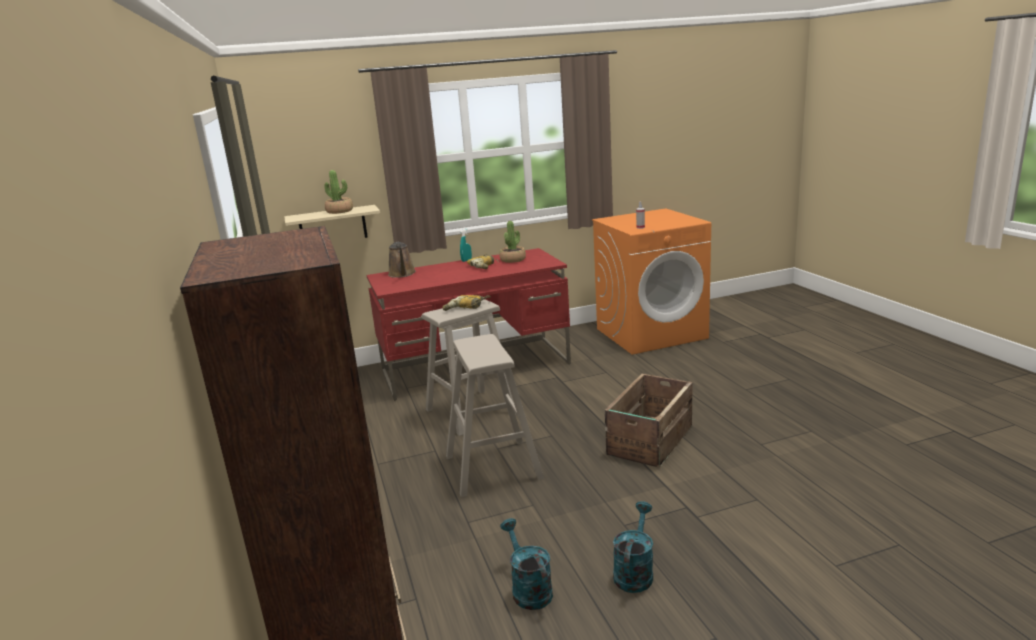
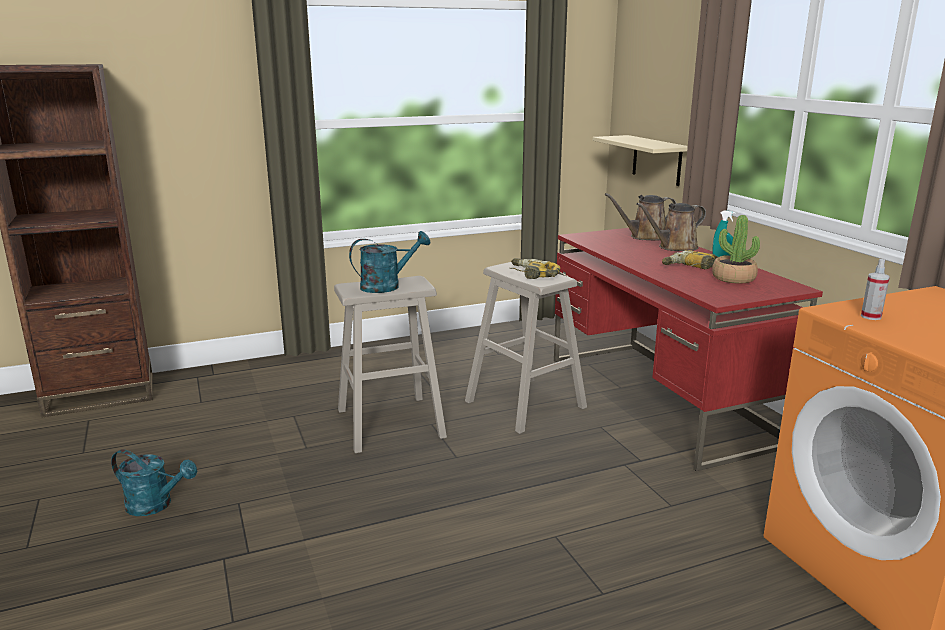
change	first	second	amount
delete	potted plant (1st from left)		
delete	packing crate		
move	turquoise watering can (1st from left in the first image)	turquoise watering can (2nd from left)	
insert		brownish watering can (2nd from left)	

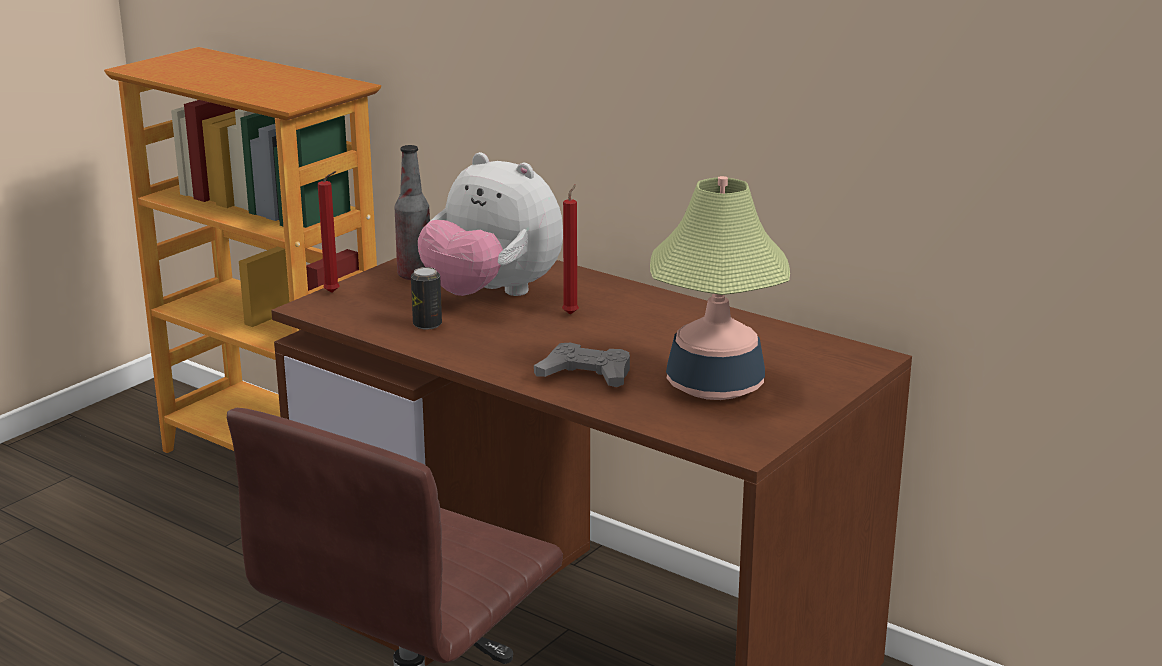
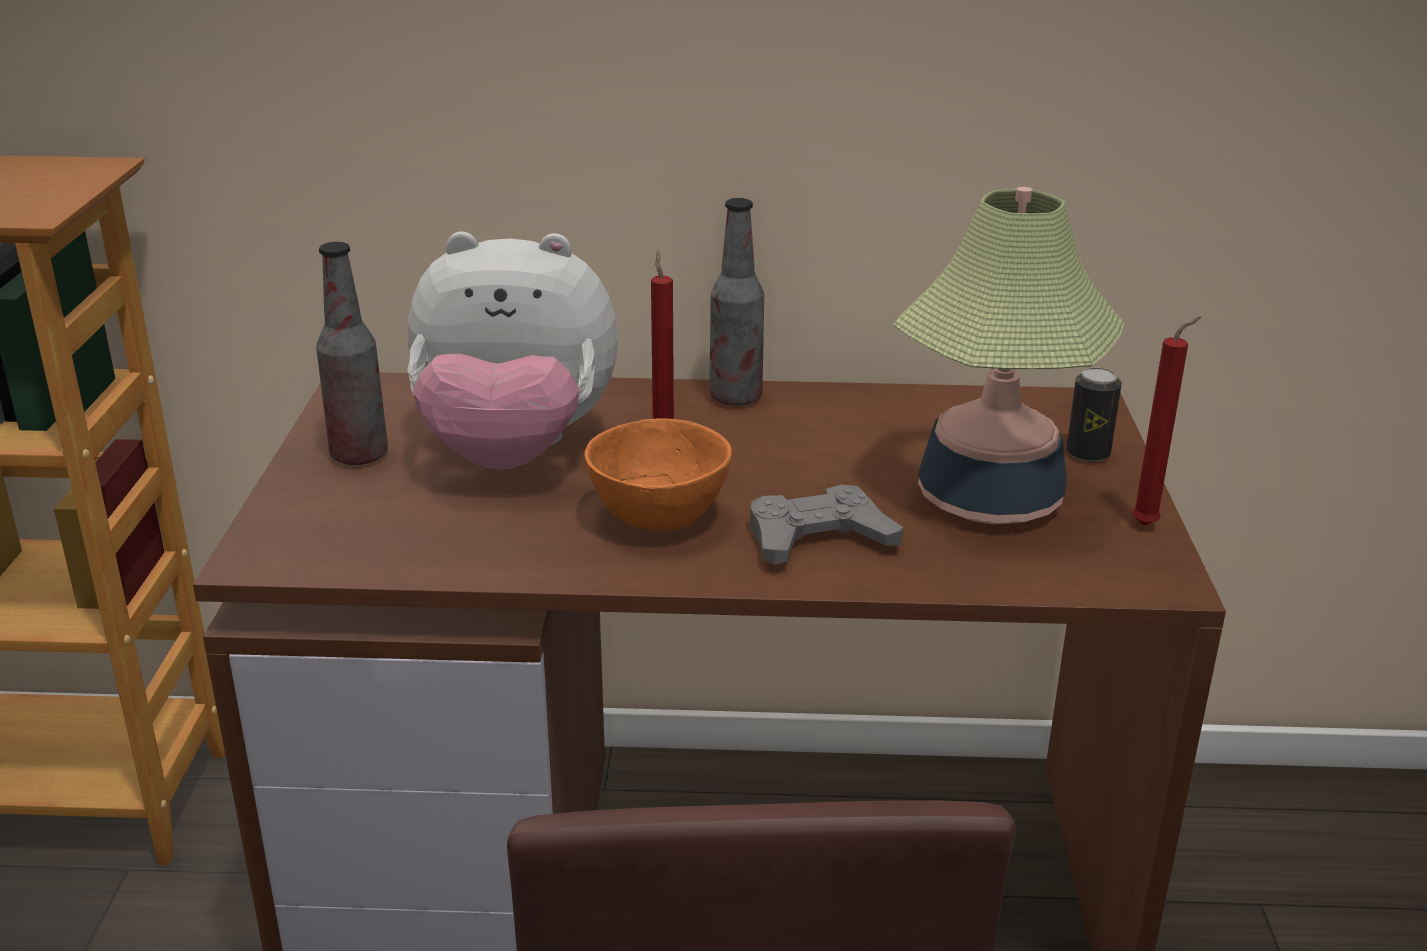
change	first	second	amount
move	red-coloured wax light (1st from left in the first image)	red-coloured wax light (2nd from left)	
move	metal can		
insert		drink bottle (2nd from left)	
insert		orange-coloured deep dish	

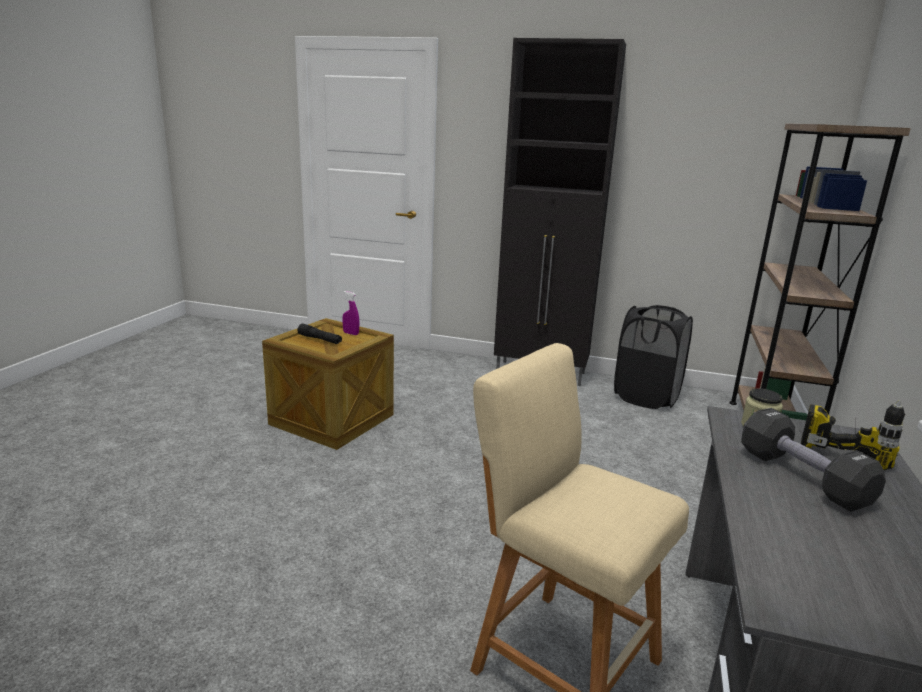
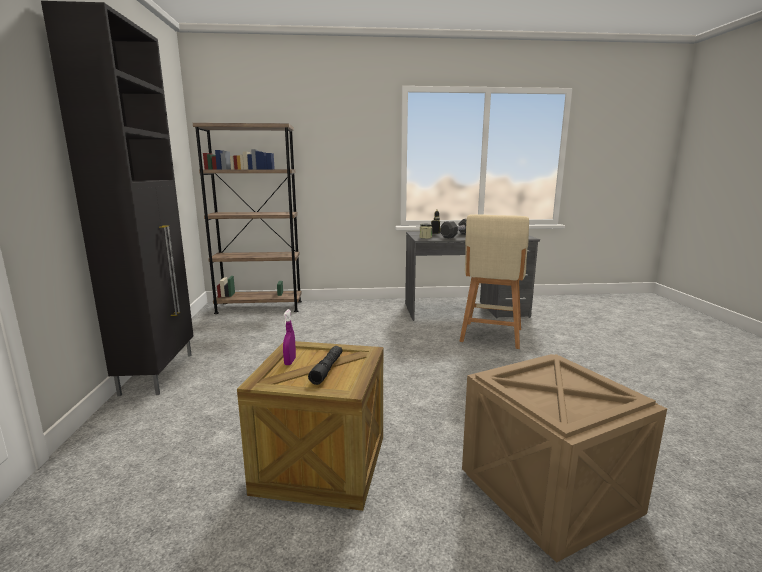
change	first	second	amount
delete	black laundry basket		
insert		packing crate (2nd from left)	

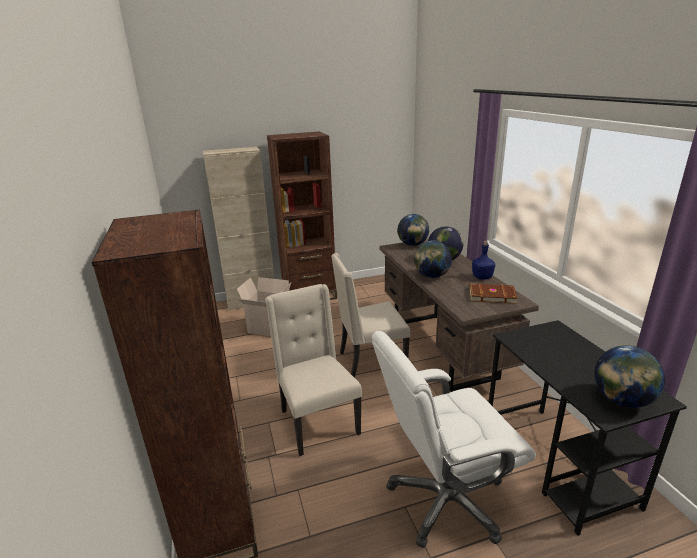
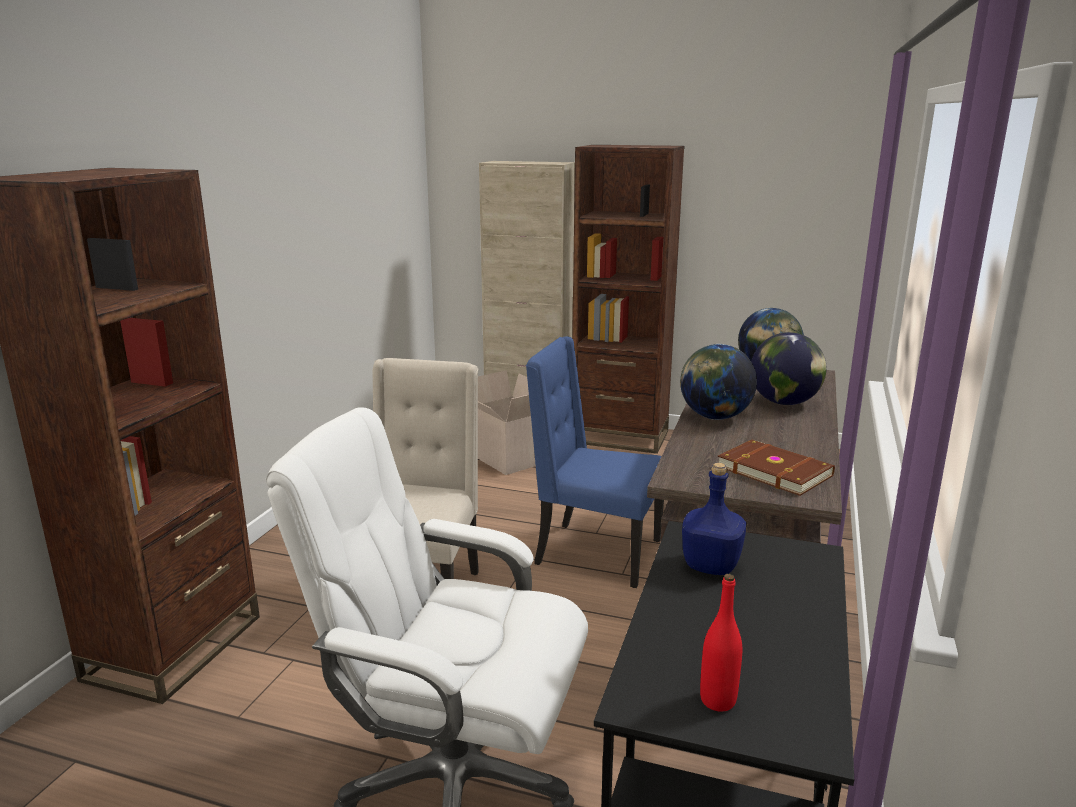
change	first	second	amount
move	blue-coloured drink bottle		
recolor	beige chair (2nd from left)	blue-coloured chair	
replace	globe (4th from left)	red-coloured drink bottle	

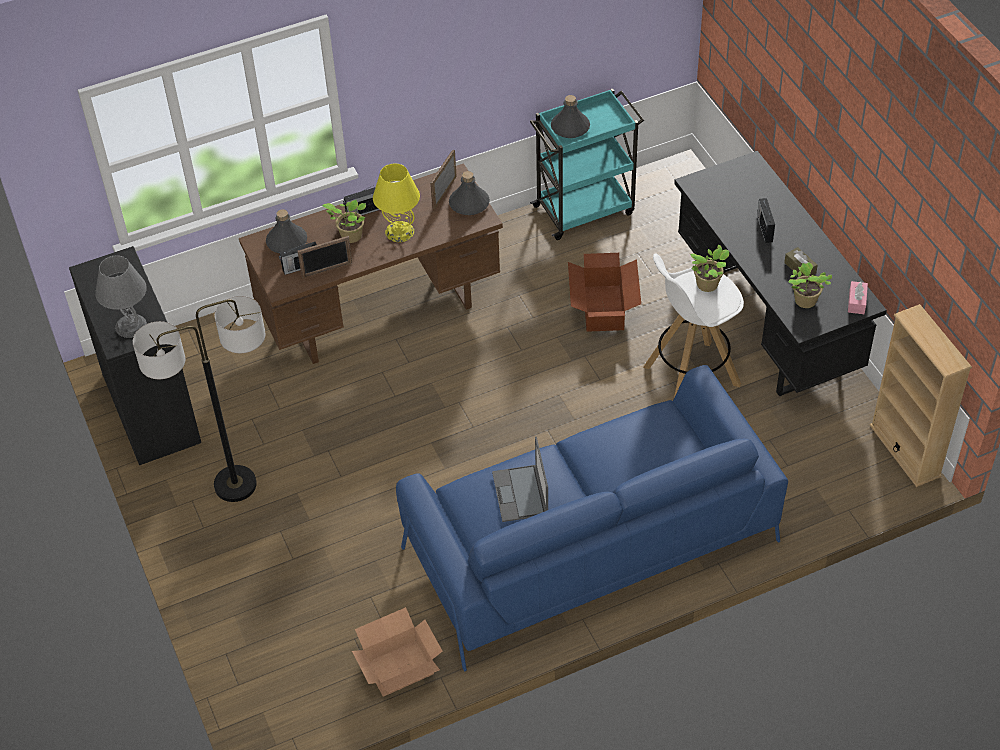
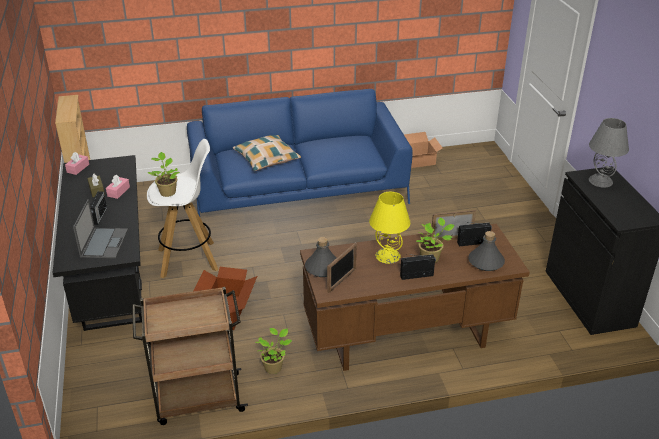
change	first	second	amount
recolor	turquoise cart	brownish cart	
delete	grey drink bottle (3rd from left)		
move	potted plant (3rd from left in the first image)	potted plant (2nd from left)	
delete	standing lamp		
move	notebook computer		
insert		throw pillow	
insert		pinkish tissue holder (2nd from left)	

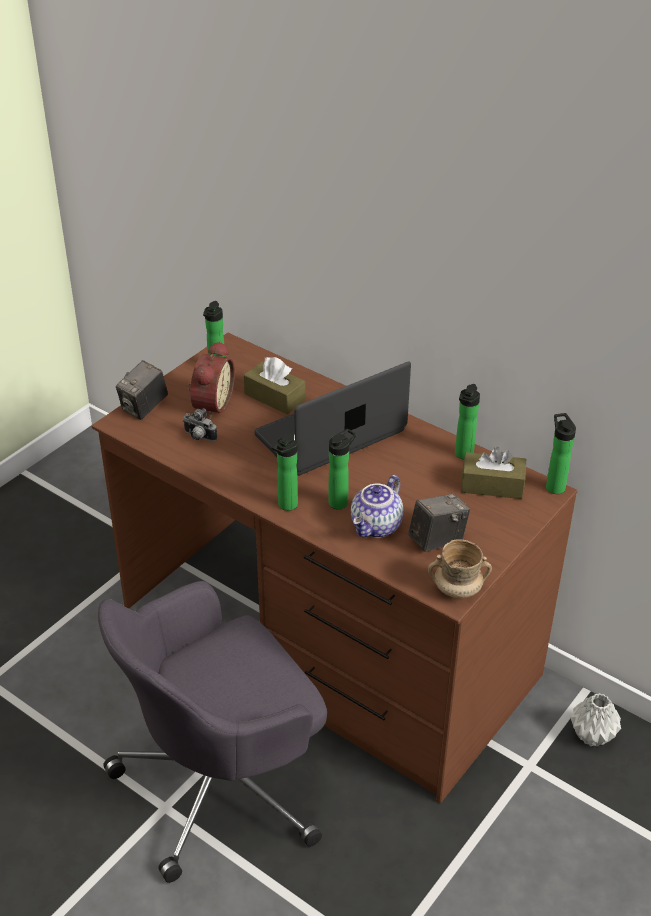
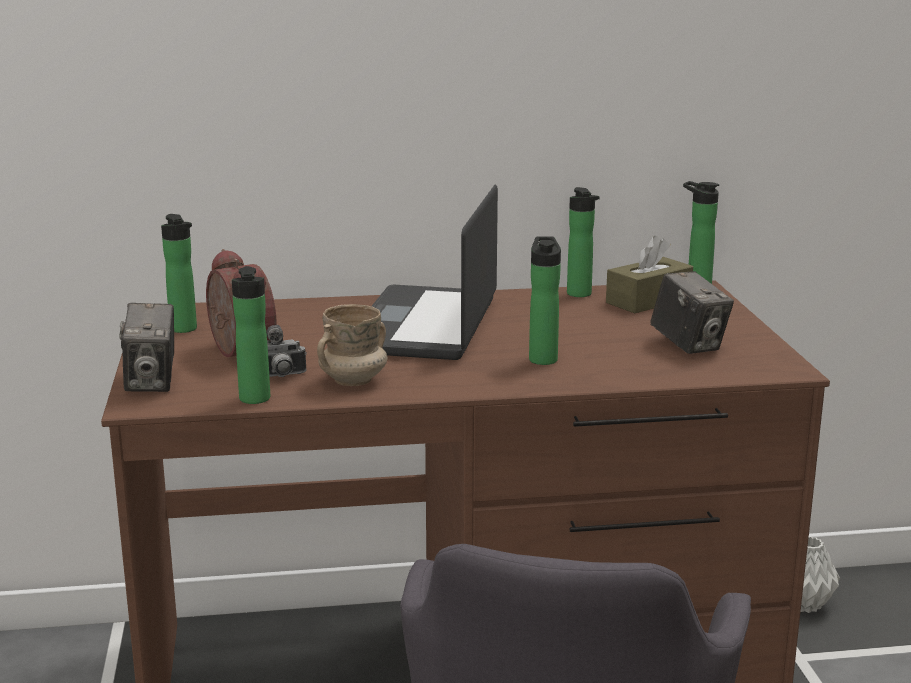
change	first	second	amount
delete	brownish tissue holder (1st from left)		
move	drink bottle (2nd from left)		
delete	tea pot		
rotate	photo camera (3rd from left)		135 degrees clockwise
move	beige coffee mug		

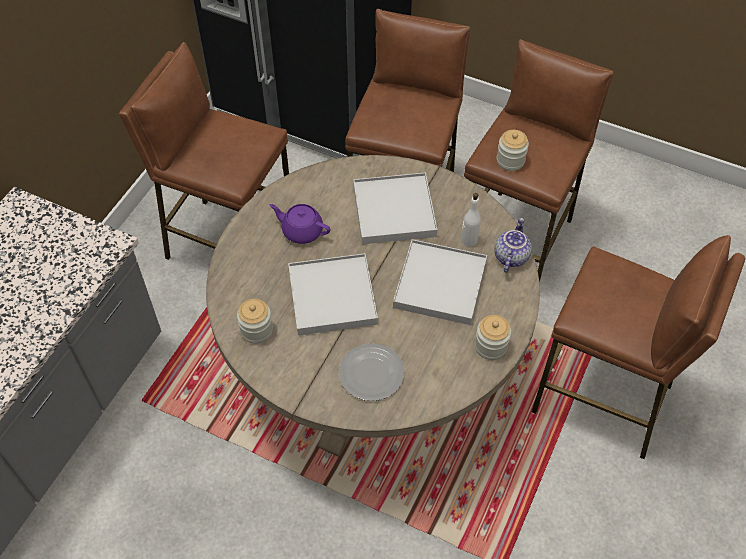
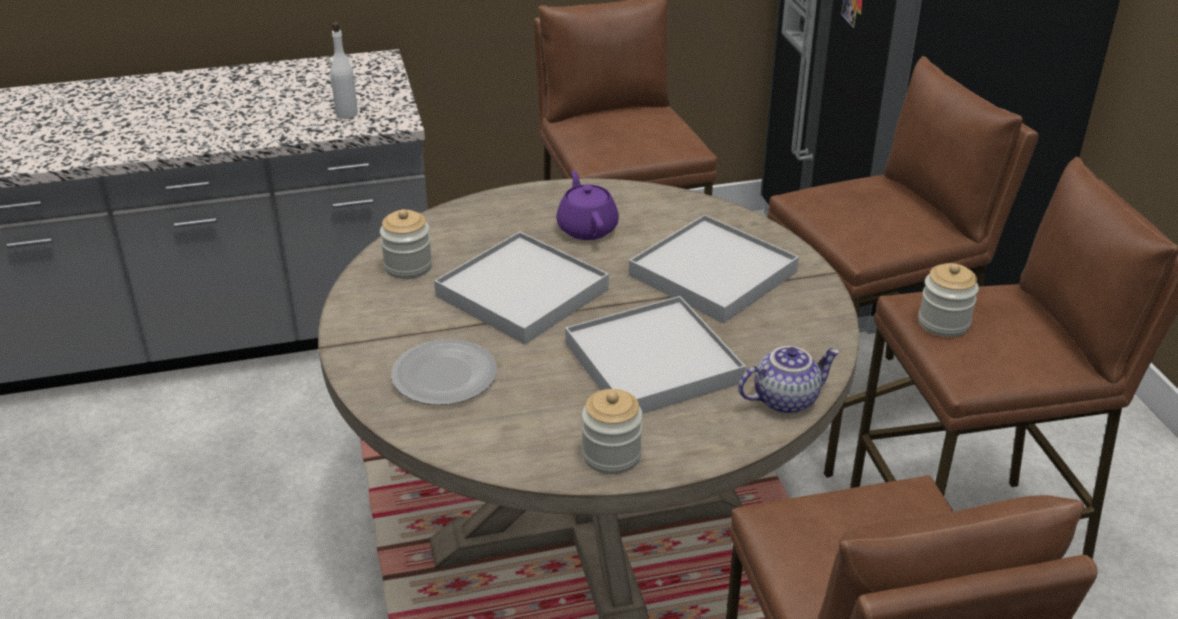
change	first	second	amount
move	whitish drink bottle		

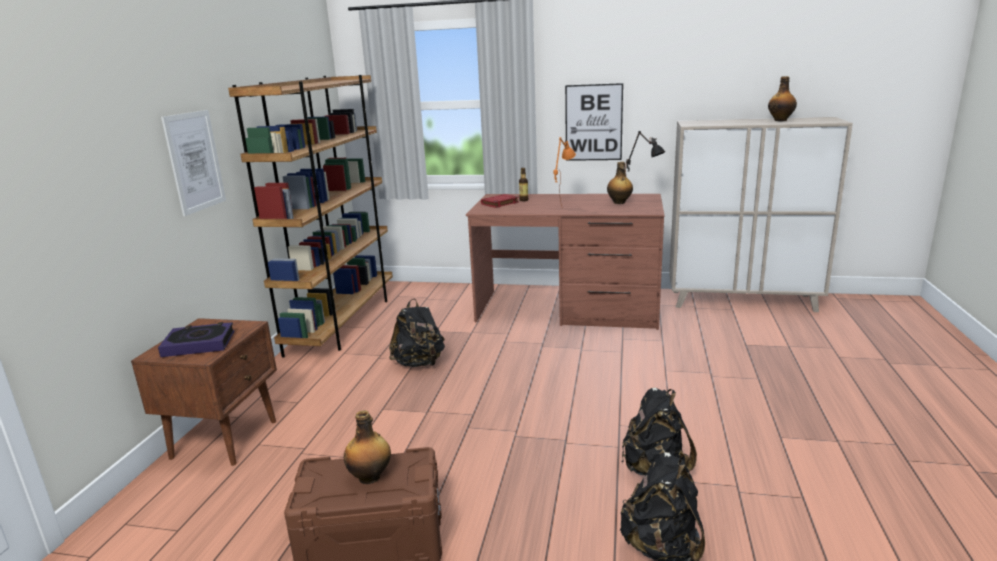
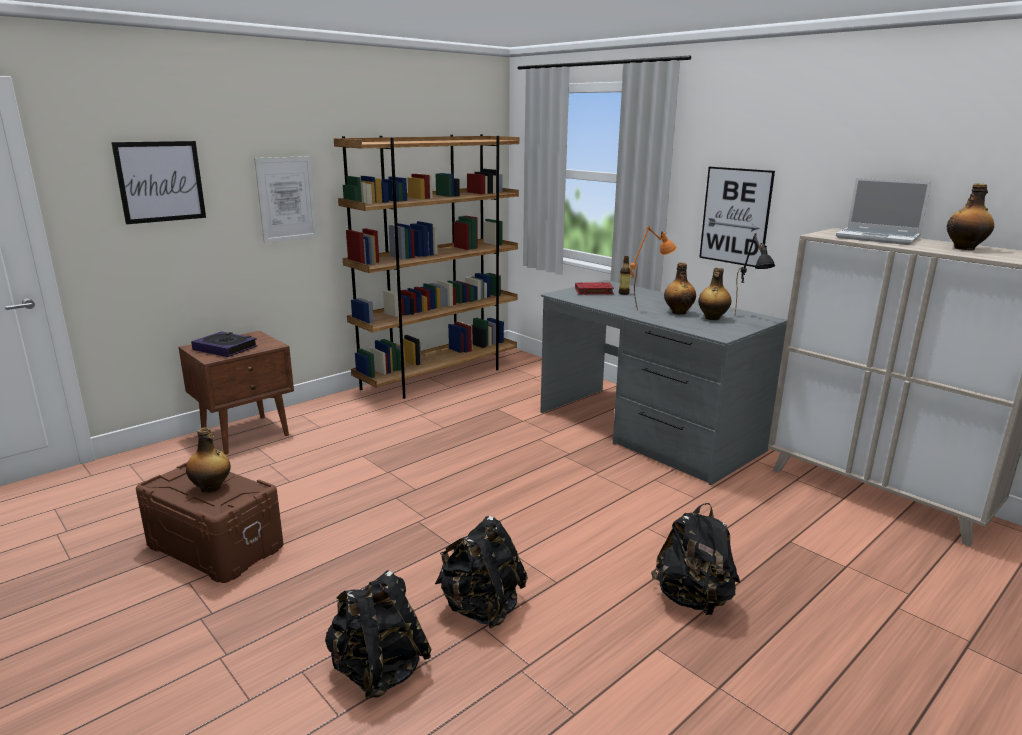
change	first	second	amount
recolor	brownish desk table	grey desk table	
move	black knapsack (1st from left in the first image)	black knapsack (3rd from left)	
insert		wall art (1st from left)	
insert		notebook computer	
insert		drink bottle (3rd from left)	

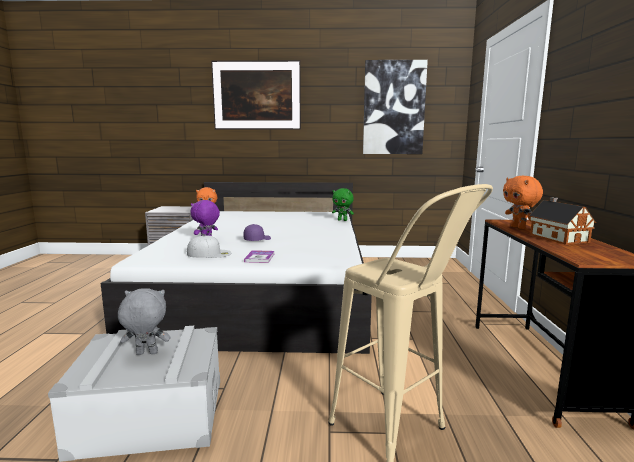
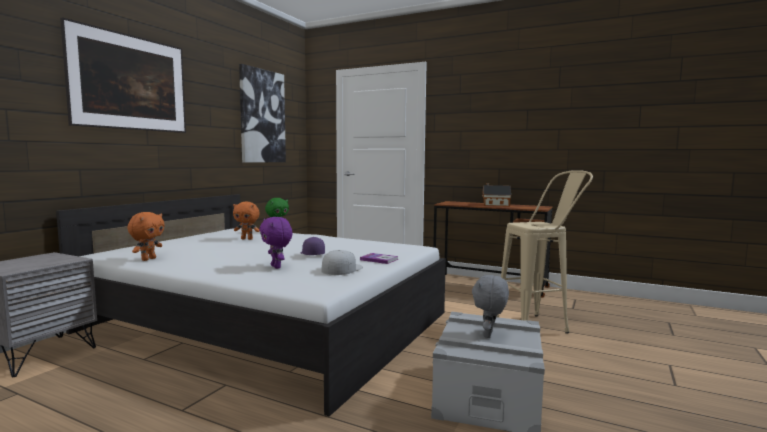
change	first	second	amount
move	orange-coloured plush toy (2nd from left)		

